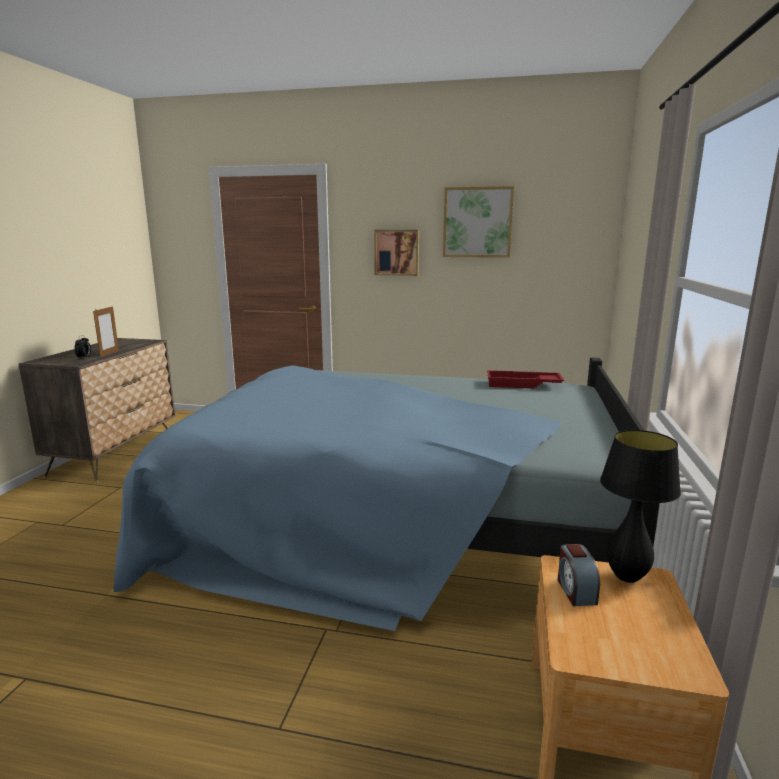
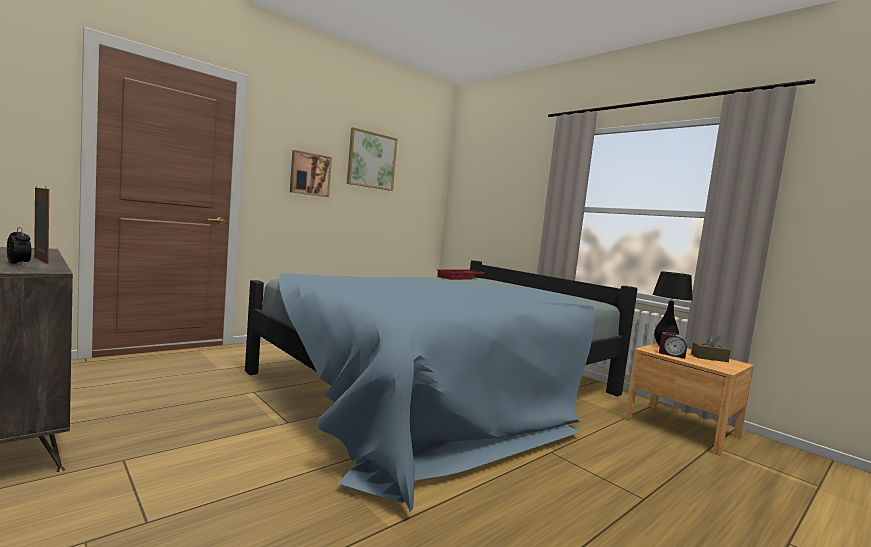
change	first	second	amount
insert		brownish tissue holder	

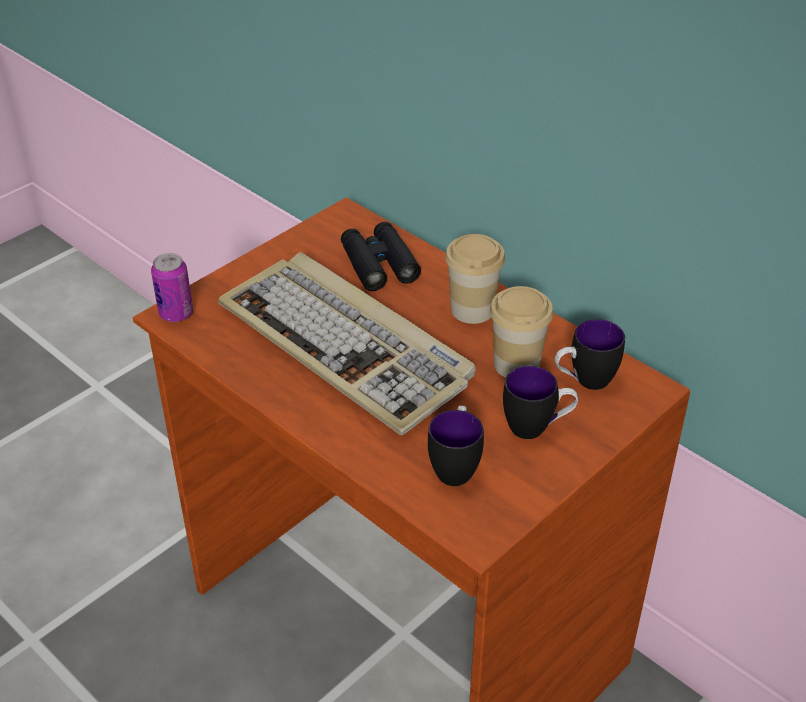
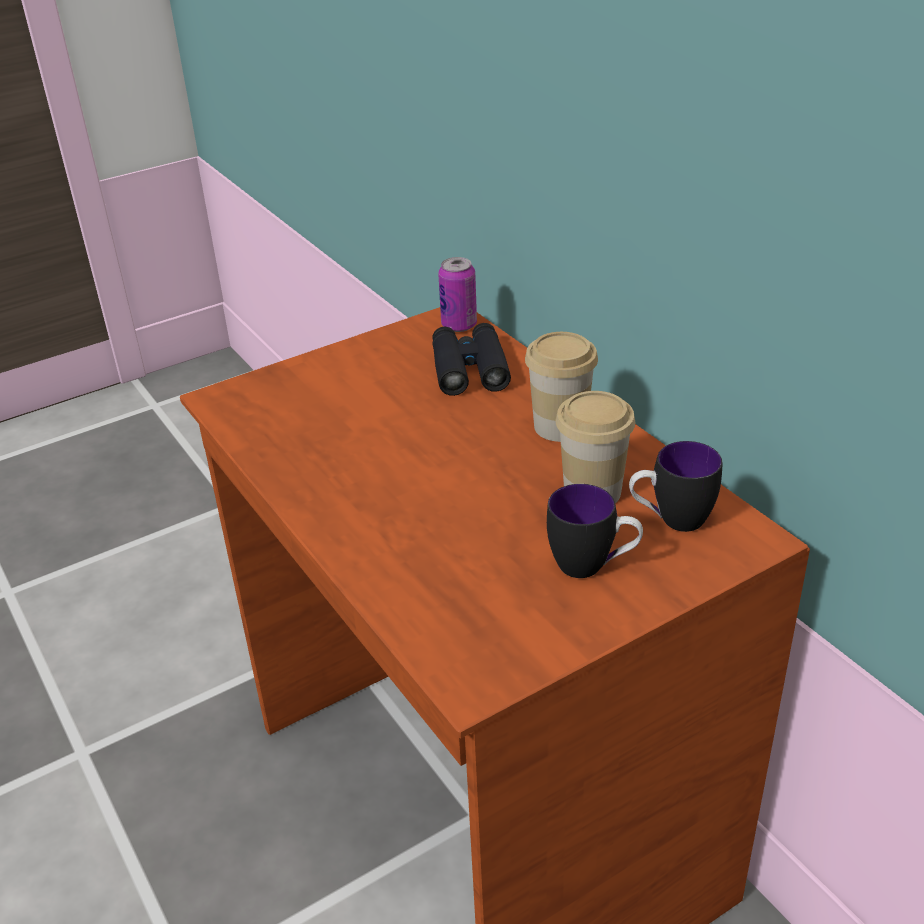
change	first	second	amount
delete	computer keyboard		
move	metal can		
delete	coffee mug (1st from left)		

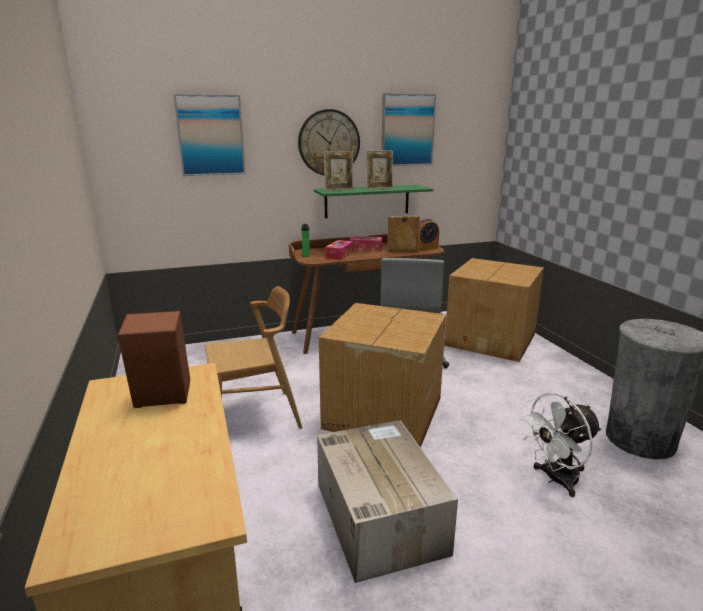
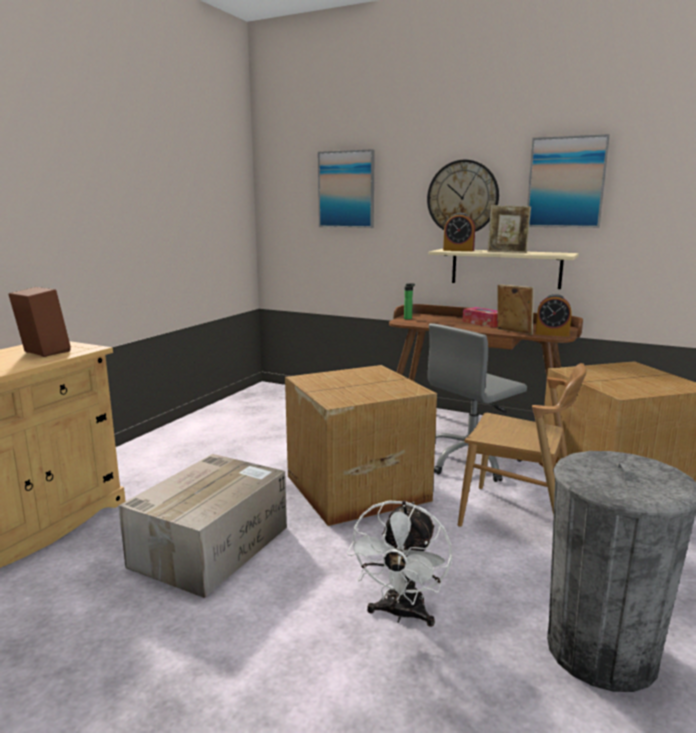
change	first	second	amount
replace	picture frame (1st from left)	alarm clock (1st from left)	
recolor	greenish shelf	beige shelf	
delete	tissue holder (1st from left)		
move	brownish chair		
rotate	whitish fan		90 degrees counterclockwise

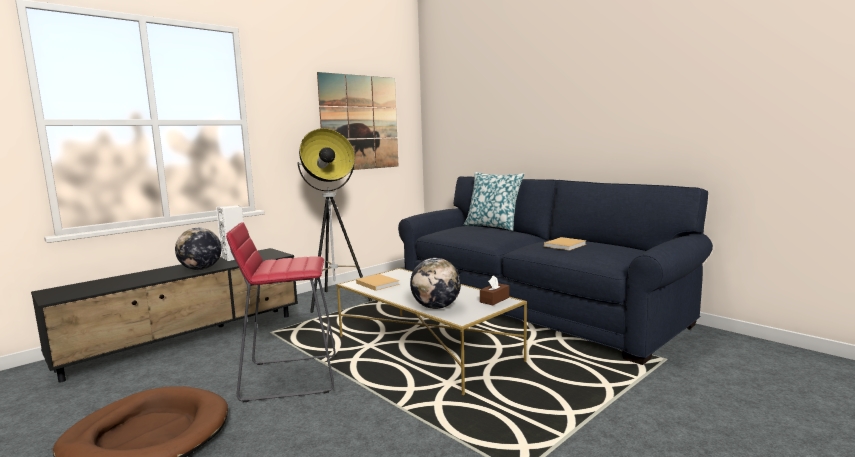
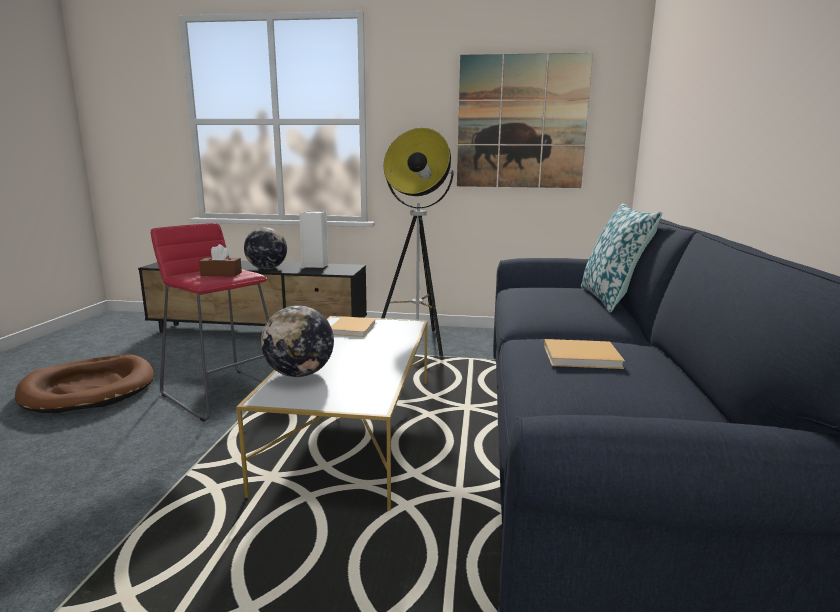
change	first	second	amount
move	brownish tissue holder		

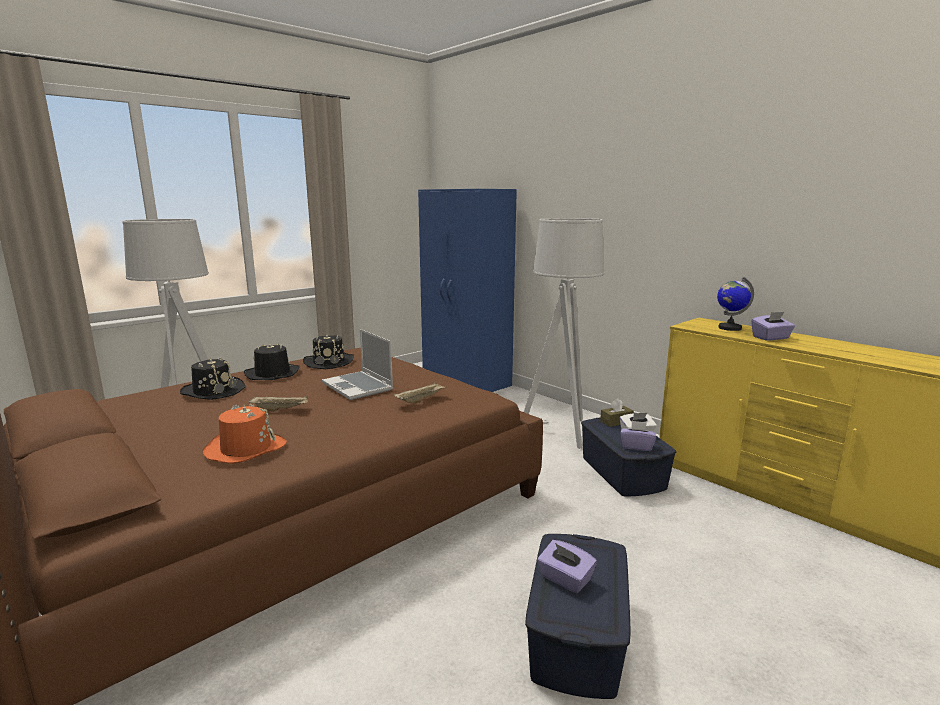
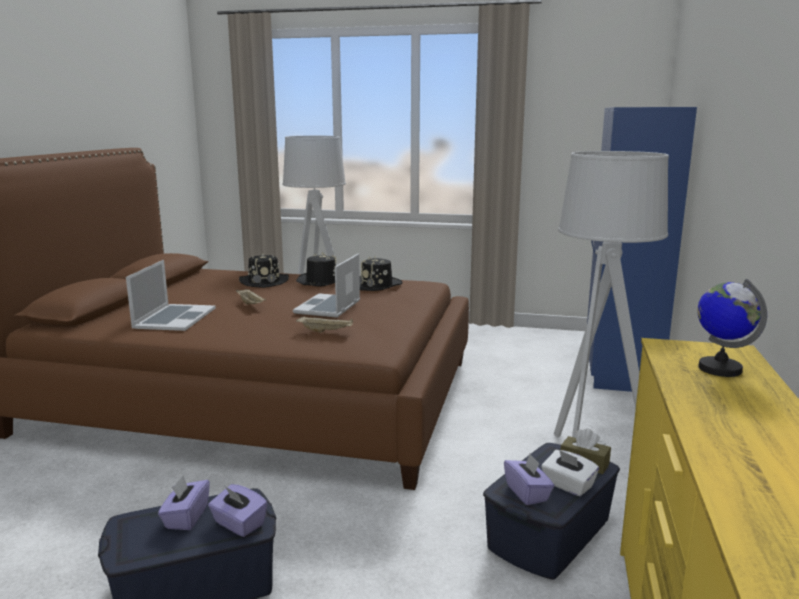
change	first	second	amount
move	purple tissue holder (3rd from left in the first image)	purple tissue holder (2nd from left)	
replace	orange-coloured hat	notebook computer (1st from left)	

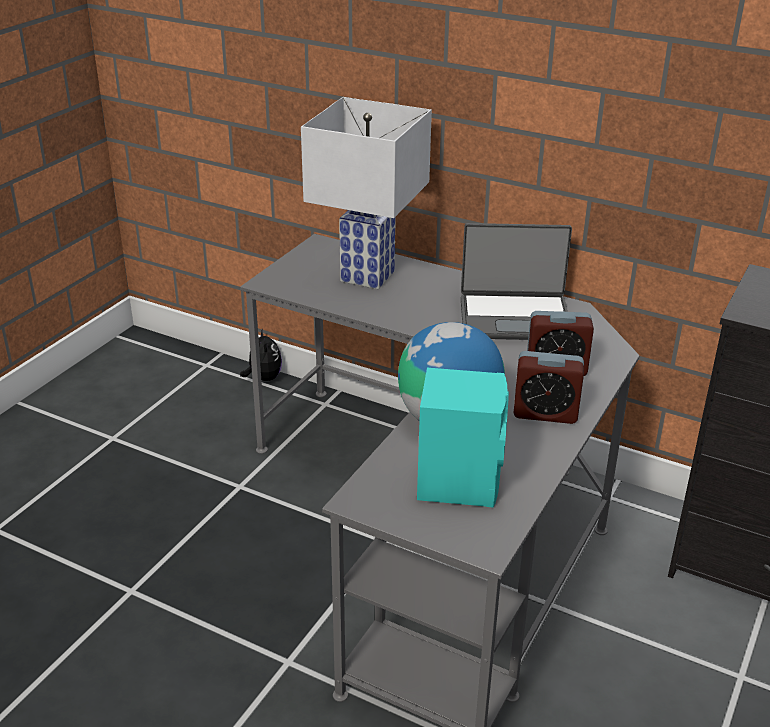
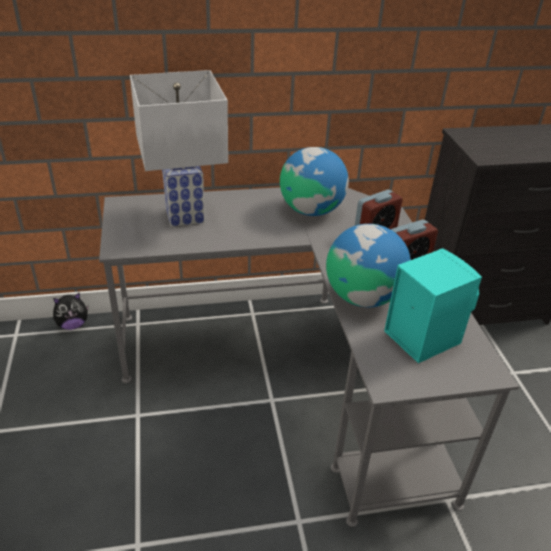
change	first	second	amount
replace	notebook computer	globe (1st from left)	
rotate	plush toy		120 degrees clockwise

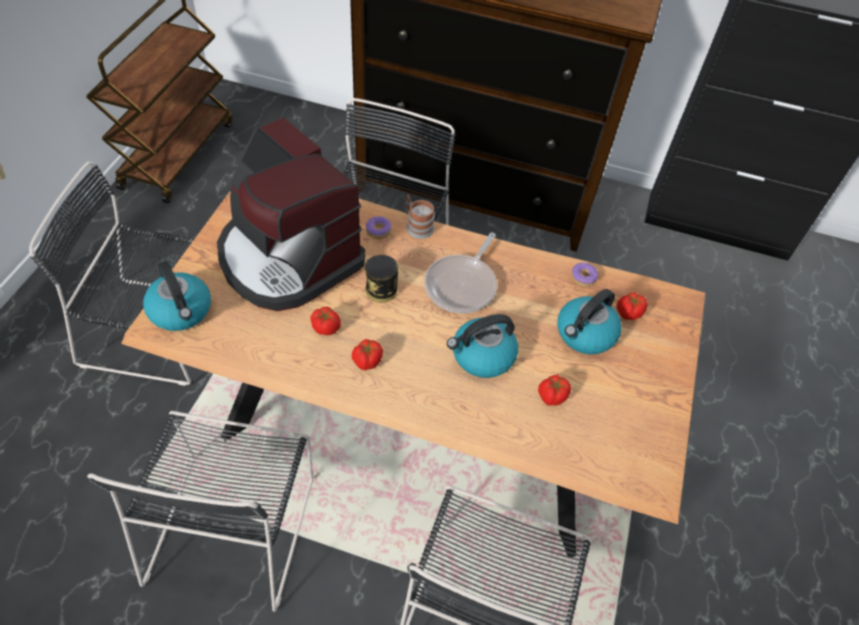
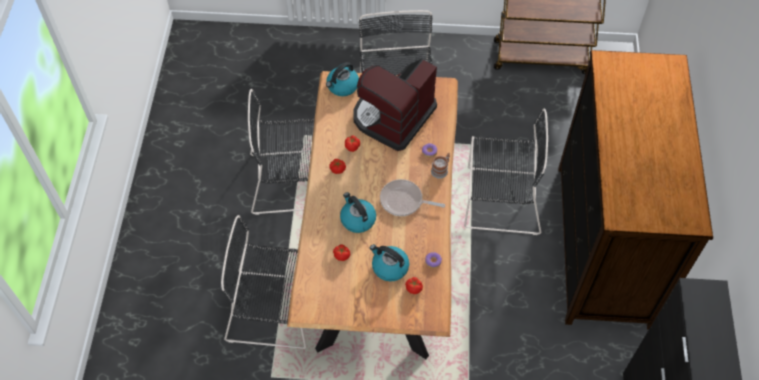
change	first	second	amount
delete	metal can		

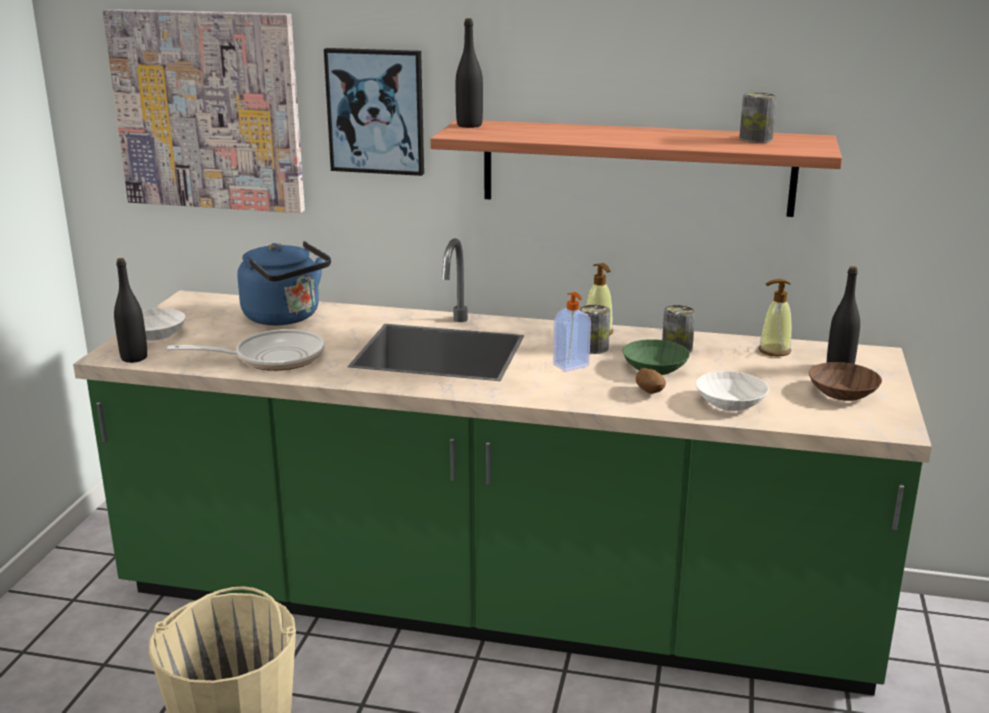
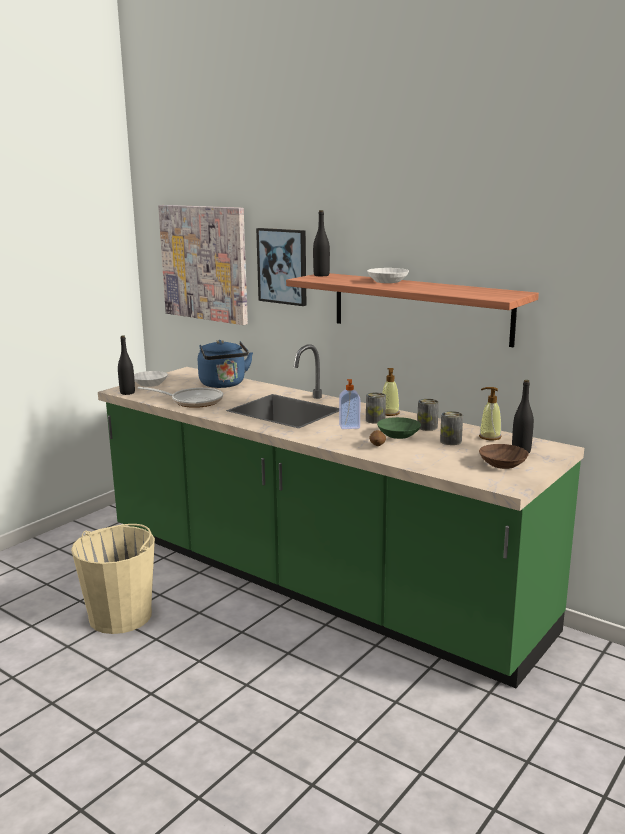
change	first	second	amount
move	metal can (3rd from left)		
move	whitish deep dish (2nd from left)		

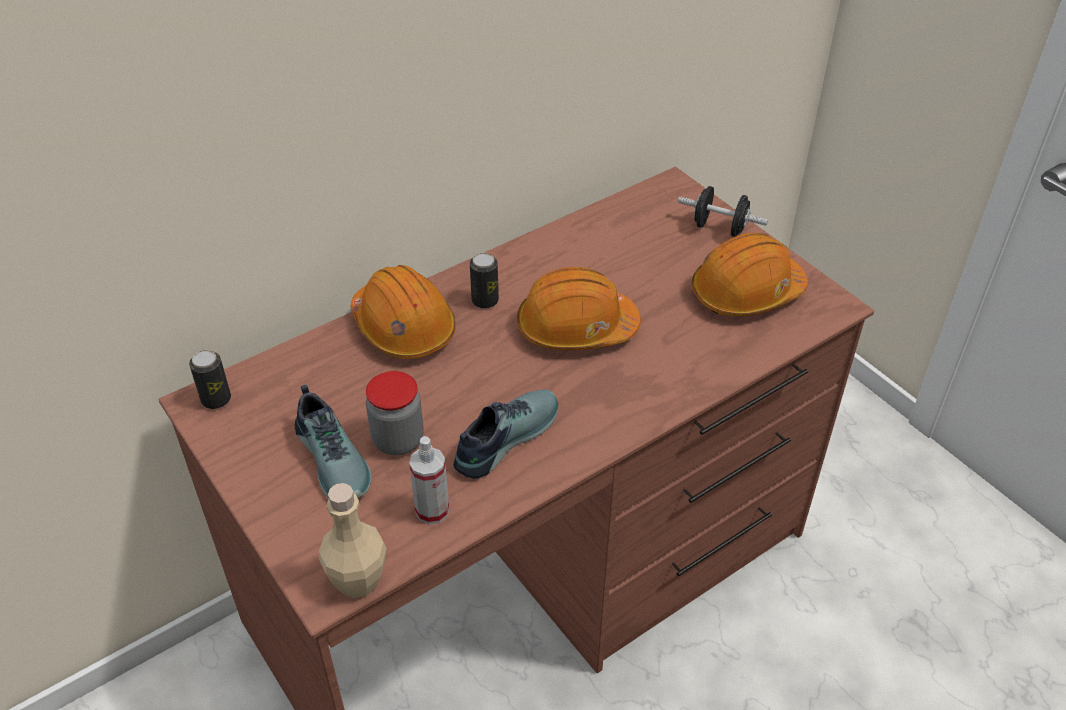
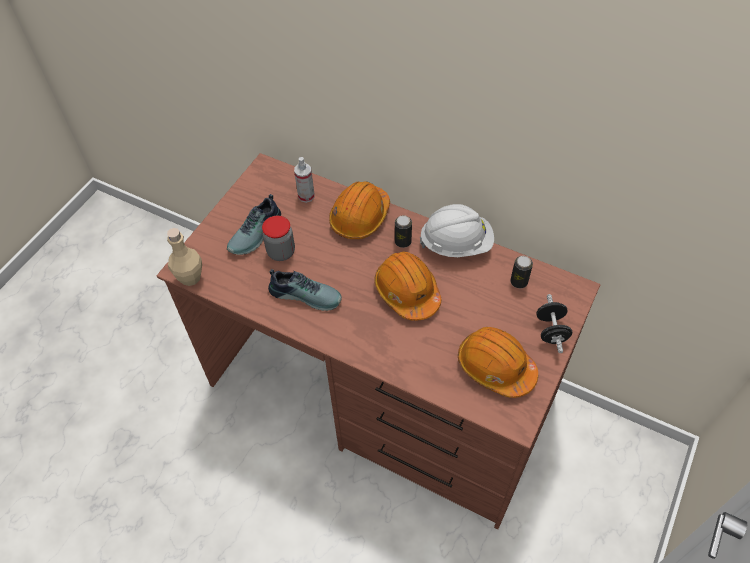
change	first	second	amount
move	metal can (1st from left in the first image)	metal can (2nd from left)	
move	spray bottle		
insert		whitish safety helmet	

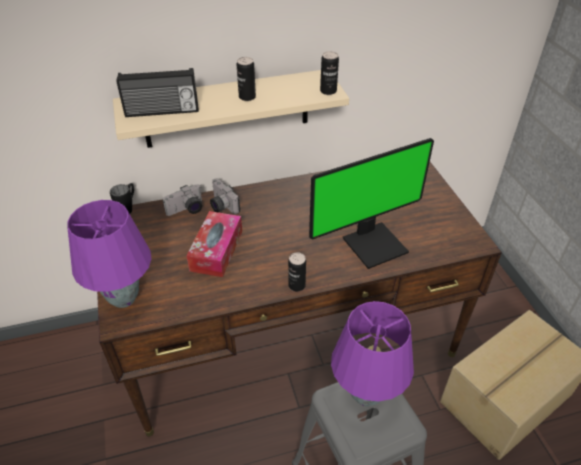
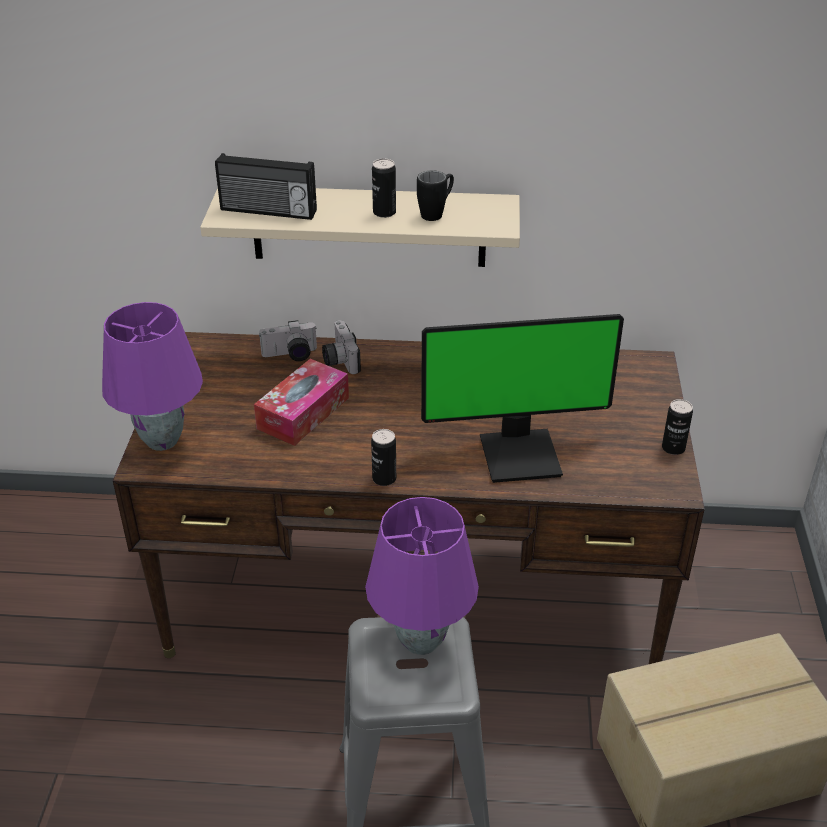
change	first	second	amount
move	metal can (3rd from left)		
move	black coffee mug		

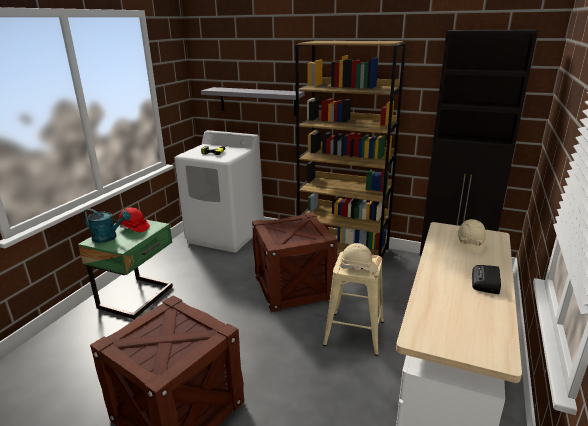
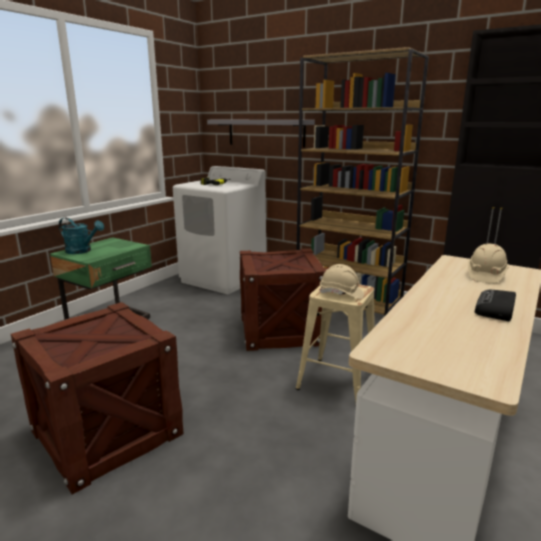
change	first	second	amount
delete	red-coloured safety helmet		

